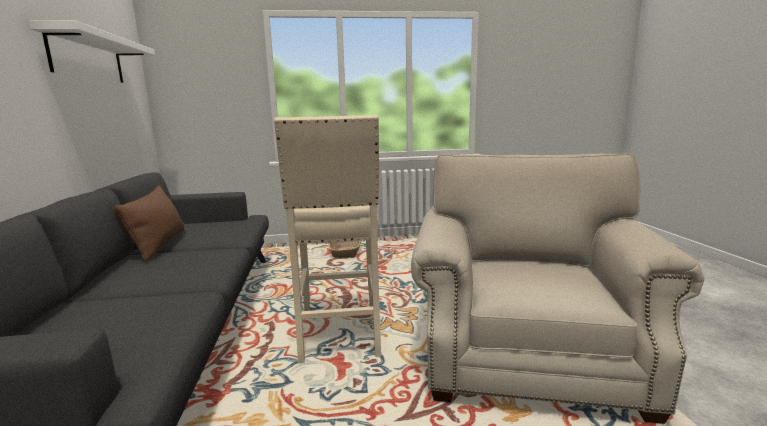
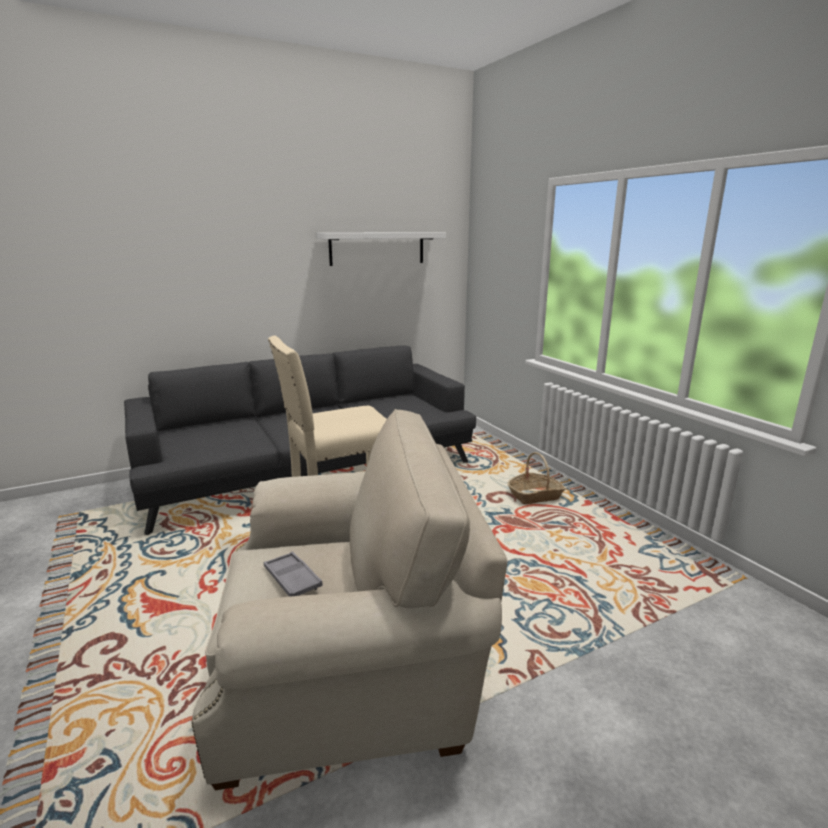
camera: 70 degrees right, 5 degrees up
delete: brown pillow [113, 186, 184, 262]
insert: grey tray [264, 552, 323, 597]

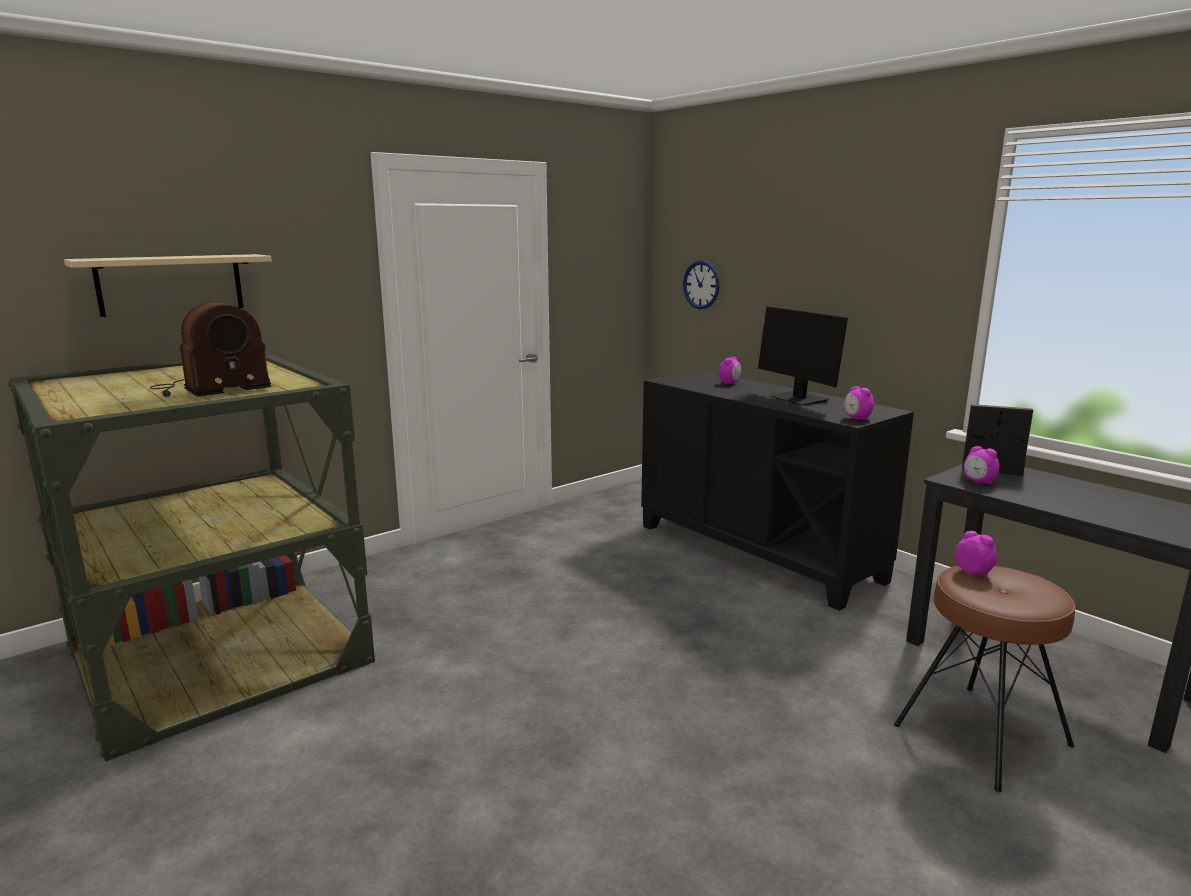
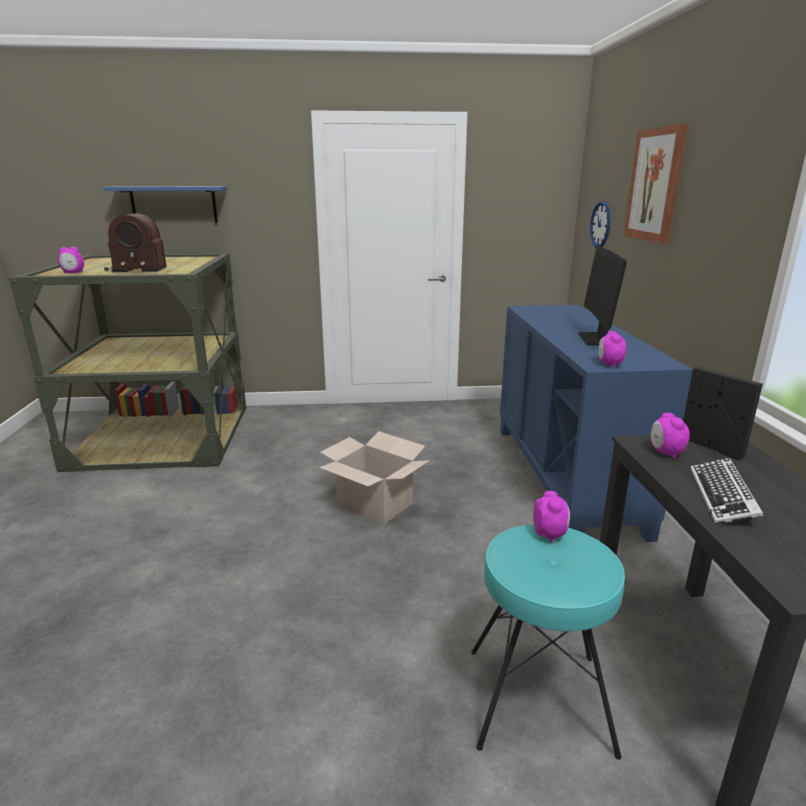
camera: 35 degrees right, 5 degrees up
insert: picture [624, 124, 688, 244]; cardboard box [319, 431, 430, 524]; keyboard [690, 458, 764, 524]
move: alarm clock [719, 357, 741, 385] to [58, 247, 84, 274]
recolor: beige shelf [64, 254, 272, 317] to blue shelf [103, 186, 227, 222]; black cabinet [641, 370, 914, 611] to blue cabinet [500, 305, 693, 542]; brown stool [894, 566, 1076, 793] to turquoise stool [471, 524, 625, 760]

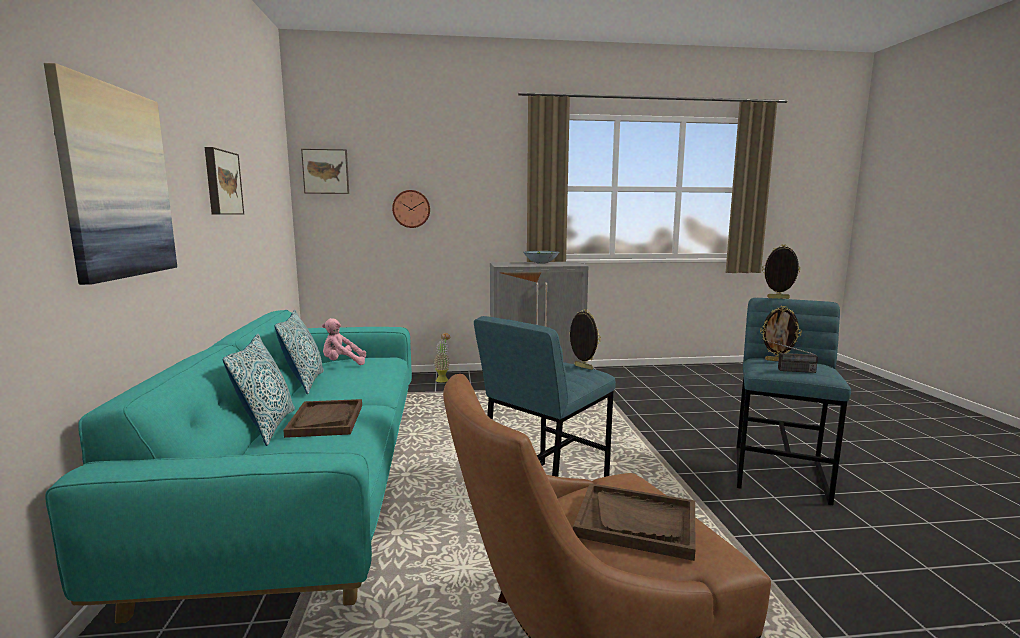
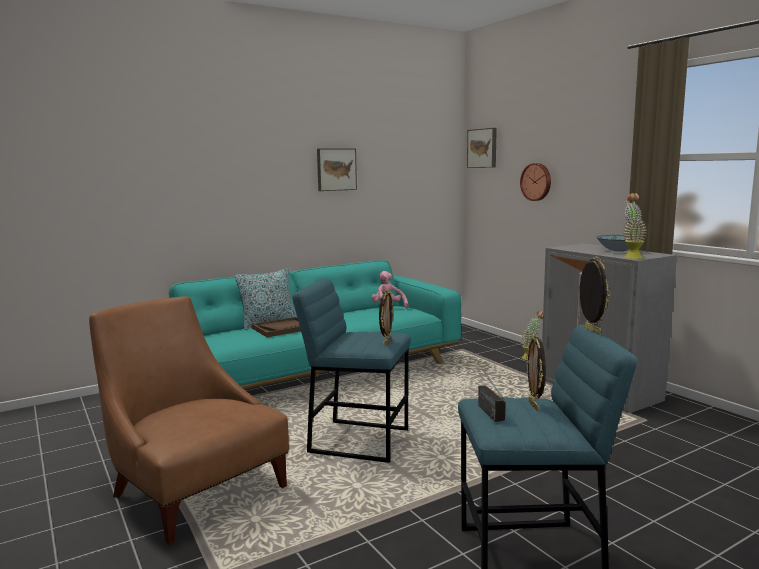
camera: 65 degrees right, 0 degrees up
delete: picture [44, 63, 177, 285]; pillow [275, 310, 324, 395]; brown tray [573, 483, 695, 561]
insert: potted plant [623, 193, 646, 259]

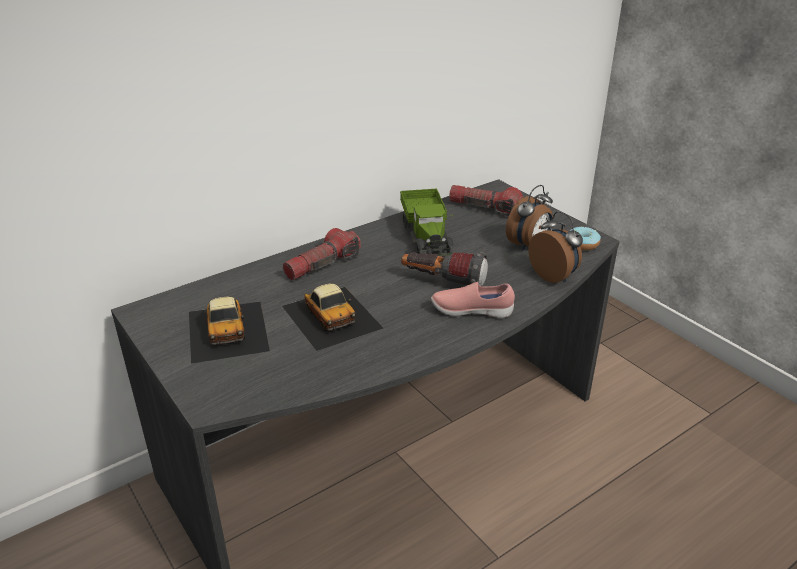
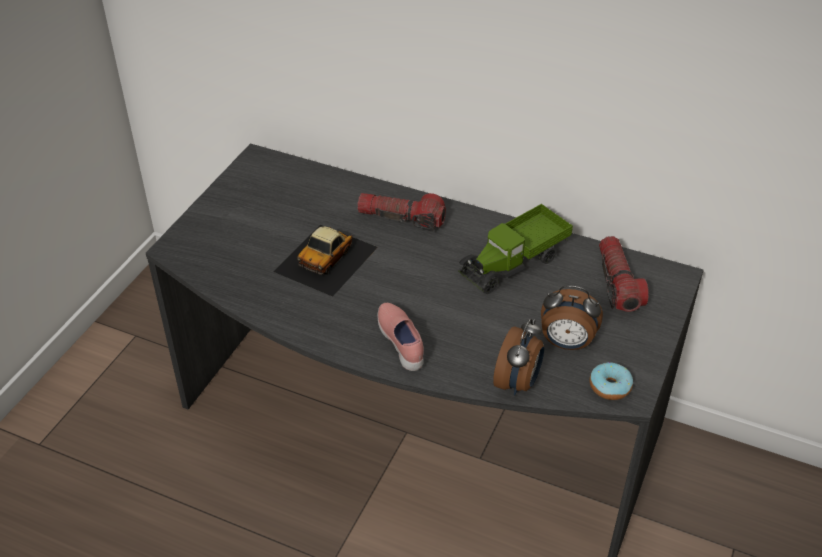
camera: 60 degrees right, 10 degrees up
delete: flashlight [401, 252, 488, 286]; toy car [189, 297, 270, 364]

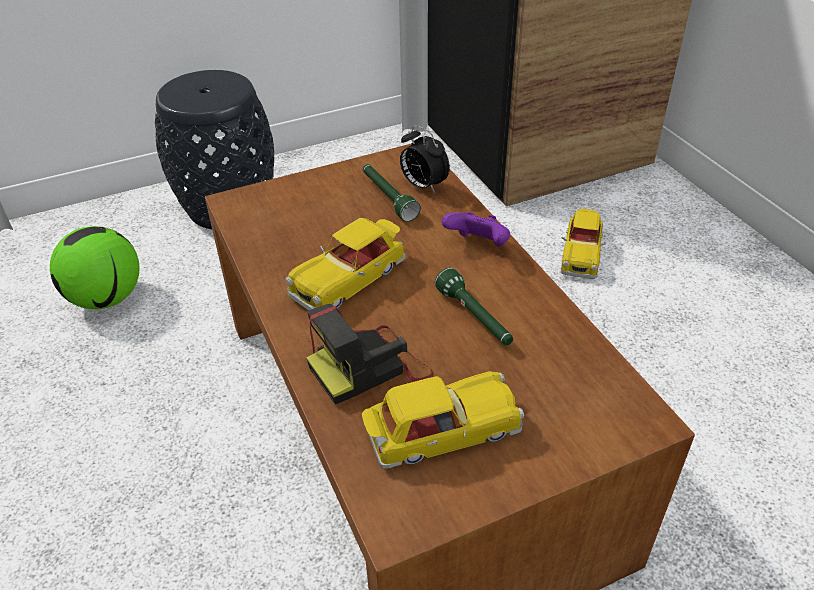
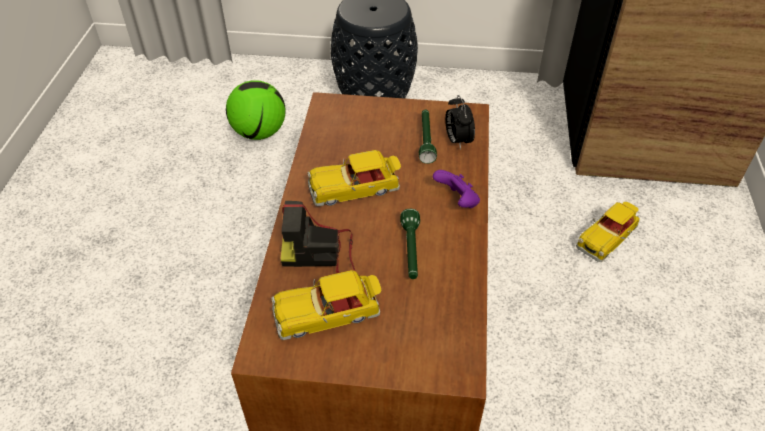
camera: 30 degrees right, 5 degrees up
rotate: toy car [362, 371, 524, 469] = [271, 270, 381, 340] 150 degrees clockwise

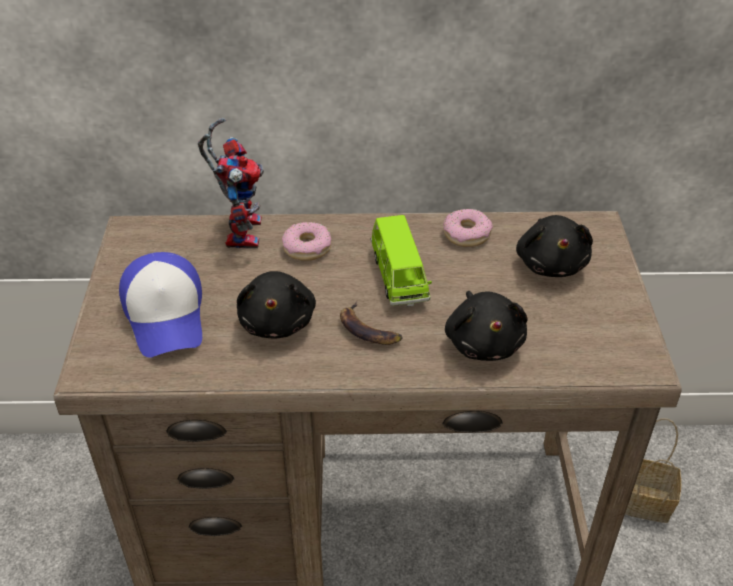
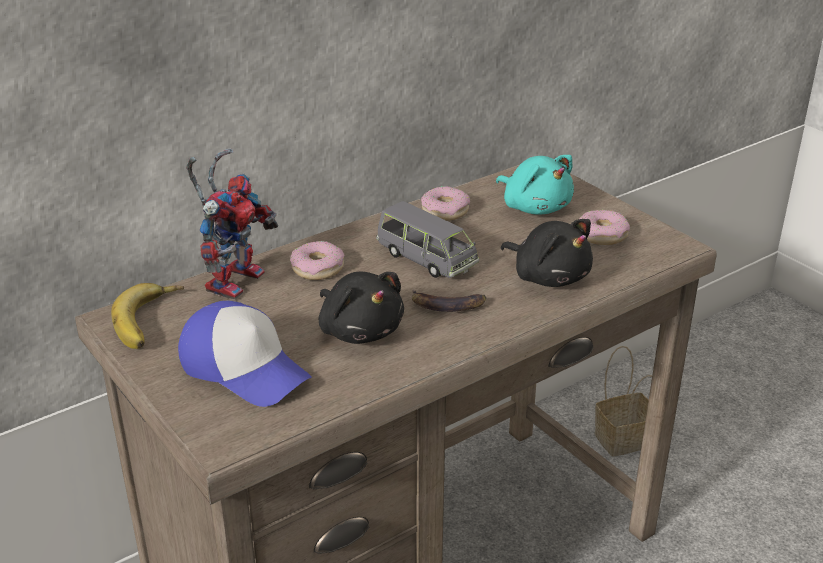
camera: 35 degrees left, 10 degrees down
insert: donut [579, 210, 630, 245]; banana [111, 283, 184, 349]
recolor: green toy car [371, 215, 432, 307] to grey toy car [376, 201, 479, 278]; black plush toy [516, 215, 593, 277] to turquoise plush toy [496, 155, 574, 215]
rotate: toy robot [198, 118, 264, 249] = [186, 148, 278, 300] 60 degrees clockwise

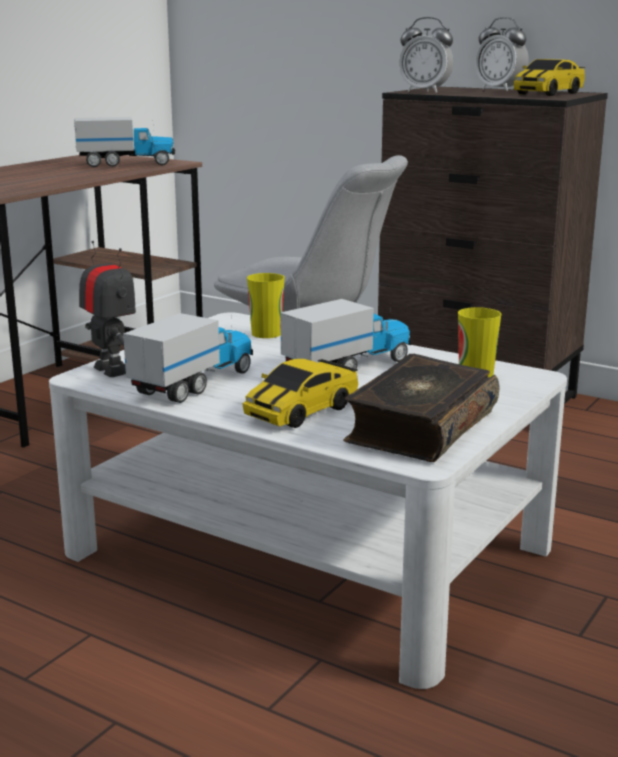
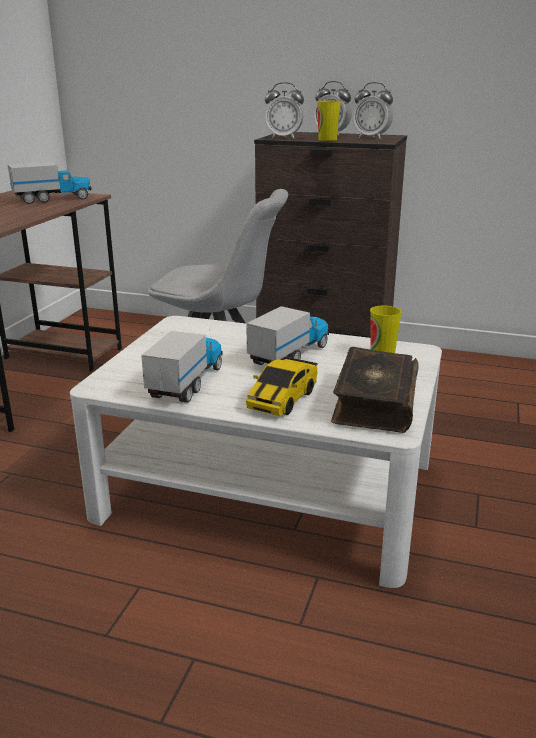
camera: 15 degrees left, 5 degrees up
delete: toy robot [79, 241, 136, 377]
move: cup [247, 273, 285, 338] to [317, 101, 341, 141]
replace: toy car [514, 59, 586, 96] to alarm clock [353, 82, 393, 139]

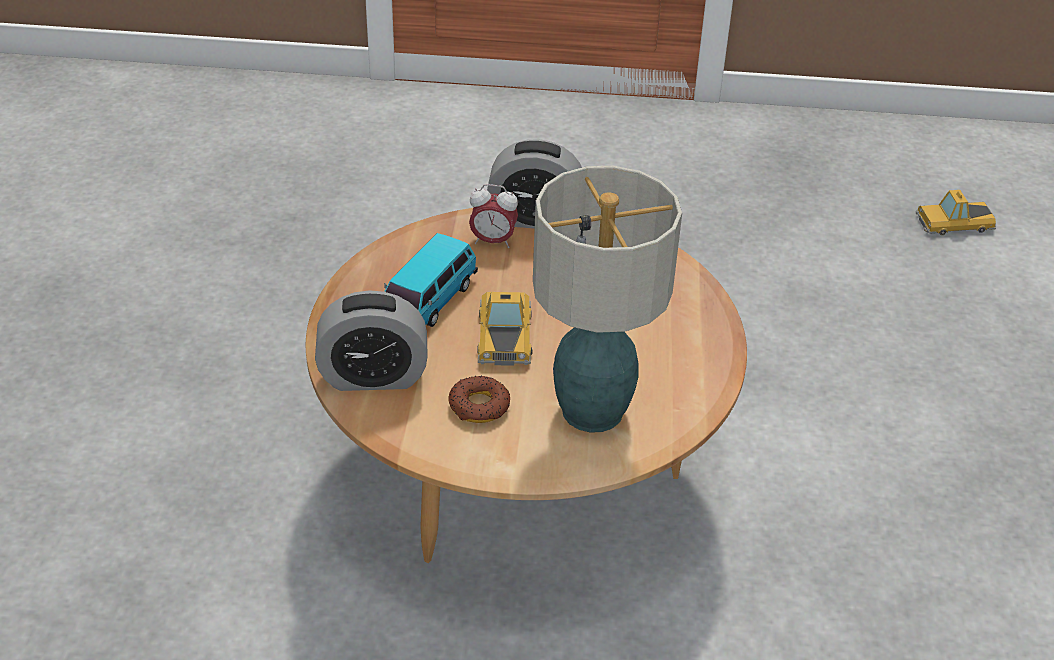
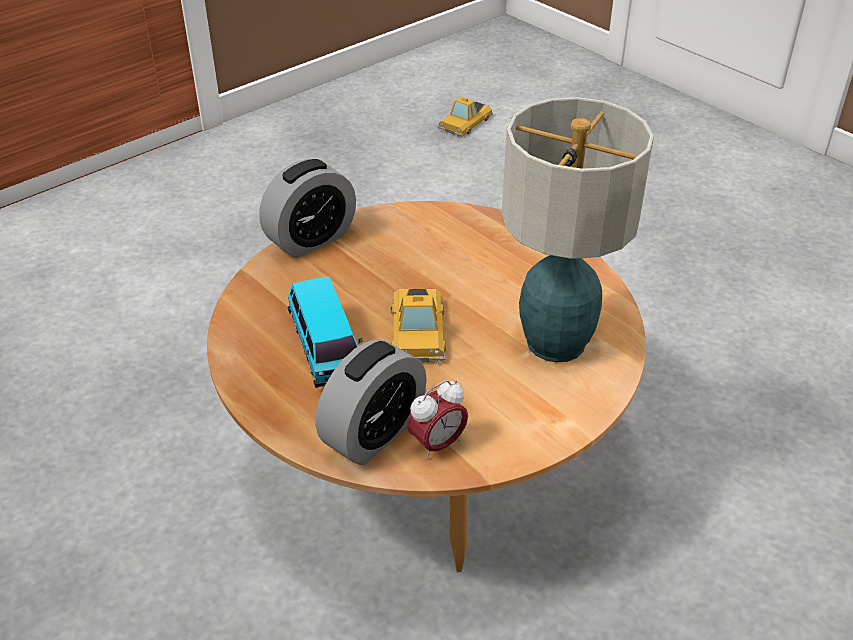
camera: 45 degrees left, 0 degrees up
delete: donut [448, 375, 510, 423]
move: alarm clock [469, 184, 518, 248] to [407, 380, 468, 460]
rotate: toy car [477, 292, 533, 366] = [391, 289, 446, 363] 135 degrees counterclockwise

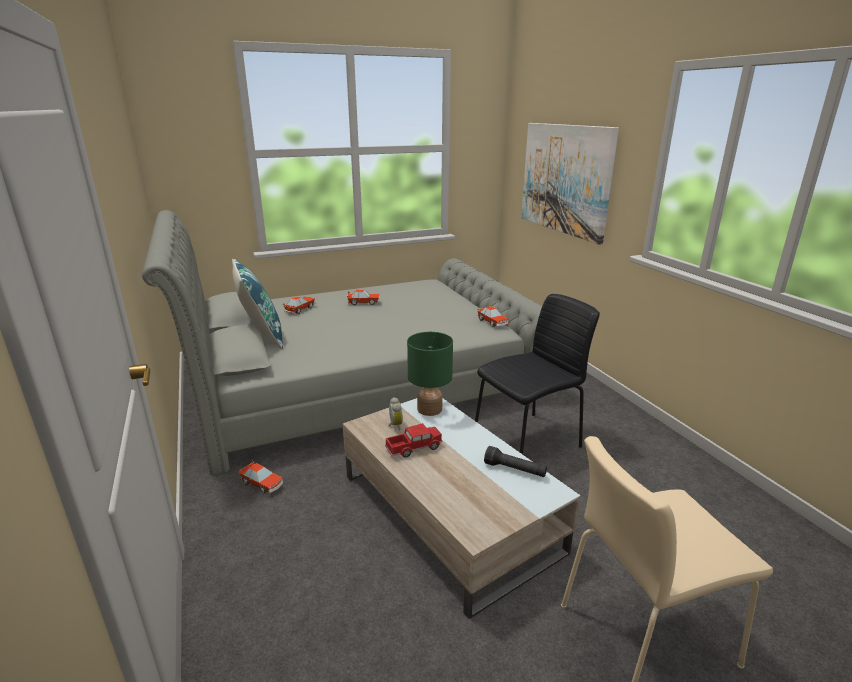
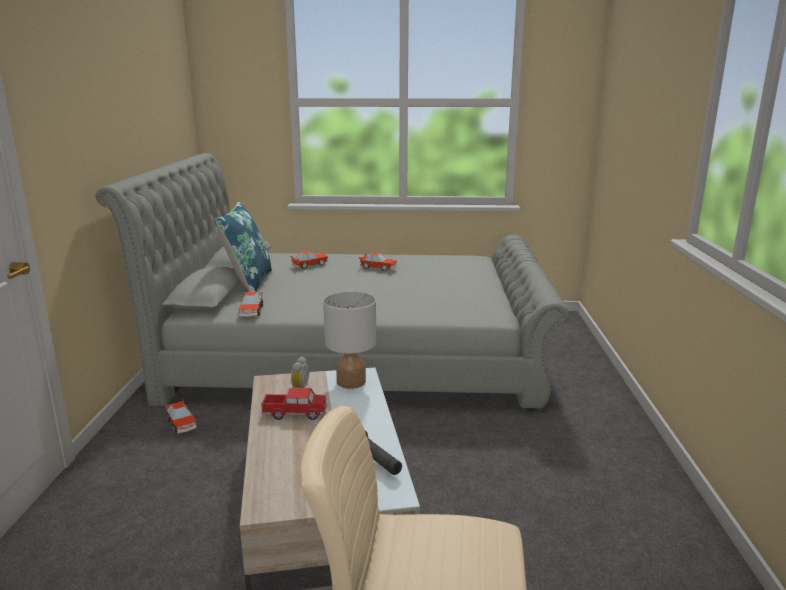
camera: 25 degrees right, 5 degrees down
delete: picture [521, 123, 619, 245]; black chair [475, 294, 600, 454]
move: toy car [477, 306, 508, 327] to [238, 292, 263, 317]
recolor: green table lamp [407, 332, 453, 416] to grey table lamp [323, 291, 376, 389]

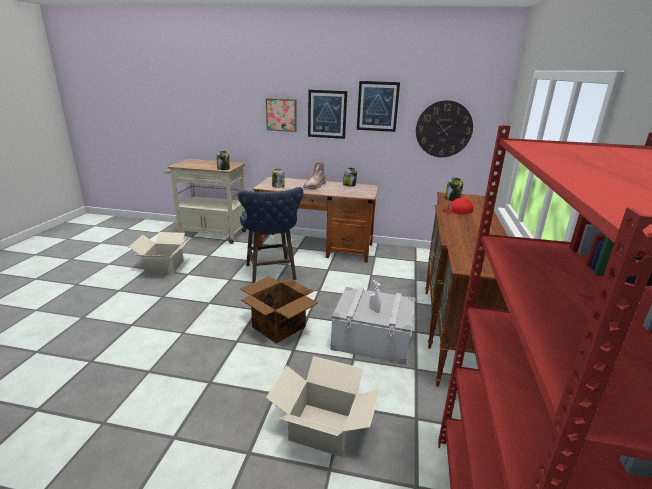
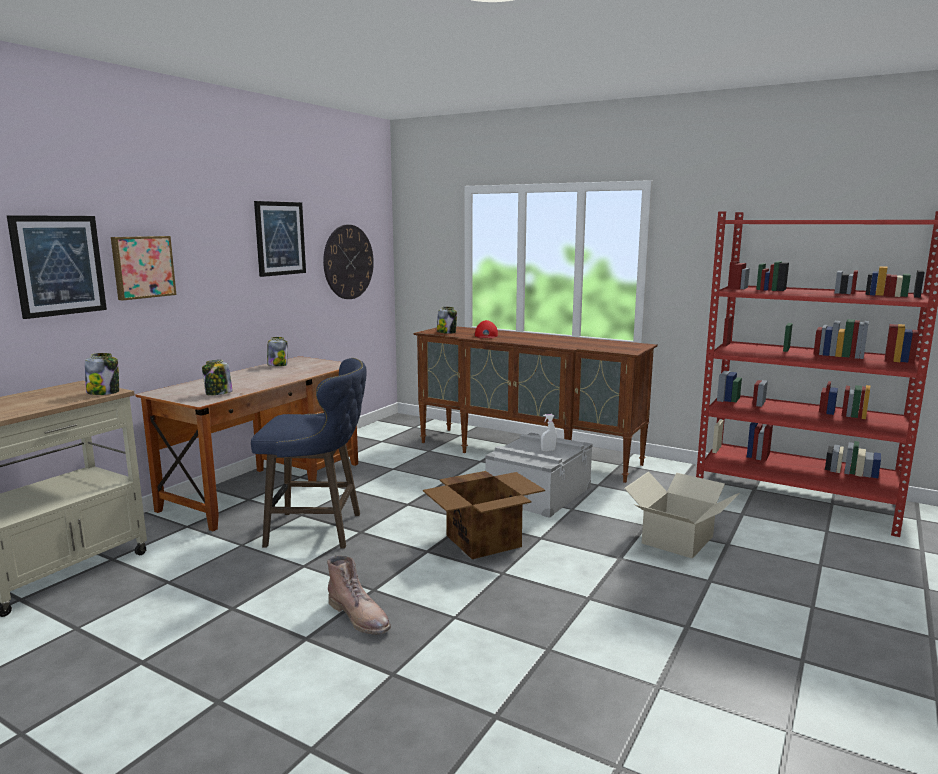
camera: 70 degrees left, 10 degrees down
delete: cardboard box [129, 232, 192, 275]
move: picture [308, 90, 347, 139] to [7, 215, 107, 319]; brown boot [303, 163, 326, 189] to [327, 556, 391, 635]

